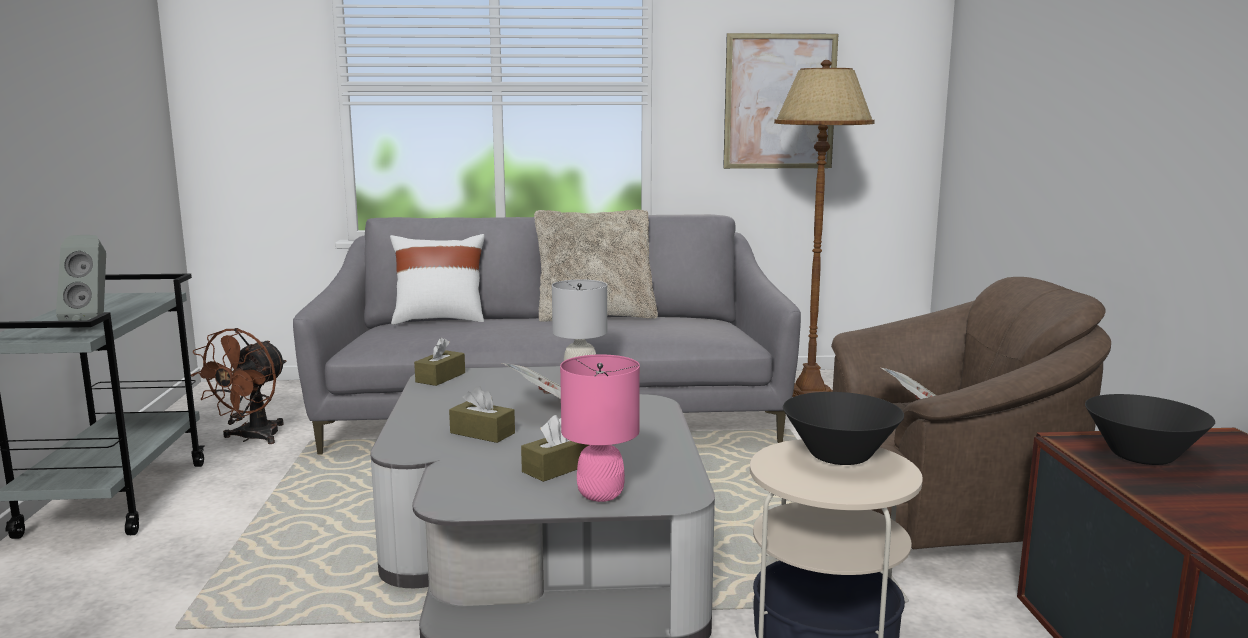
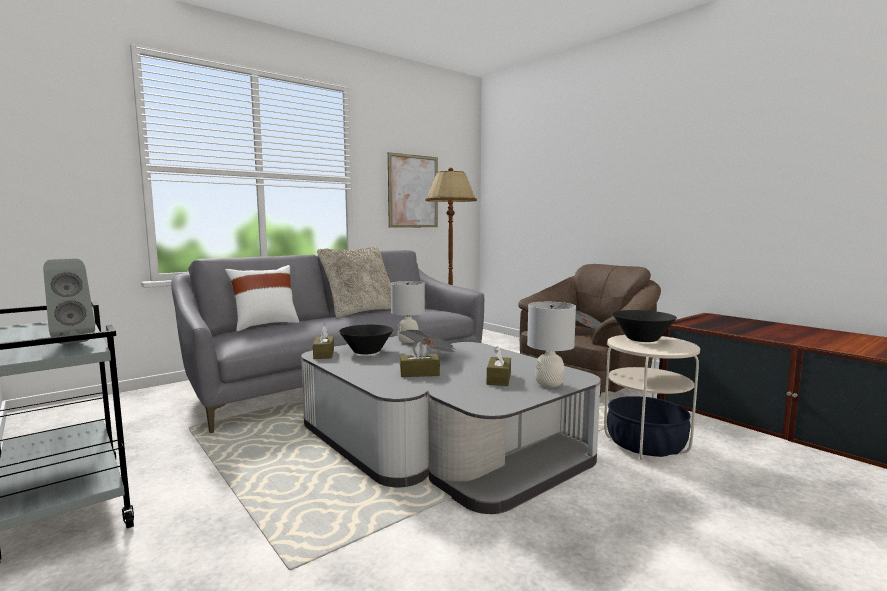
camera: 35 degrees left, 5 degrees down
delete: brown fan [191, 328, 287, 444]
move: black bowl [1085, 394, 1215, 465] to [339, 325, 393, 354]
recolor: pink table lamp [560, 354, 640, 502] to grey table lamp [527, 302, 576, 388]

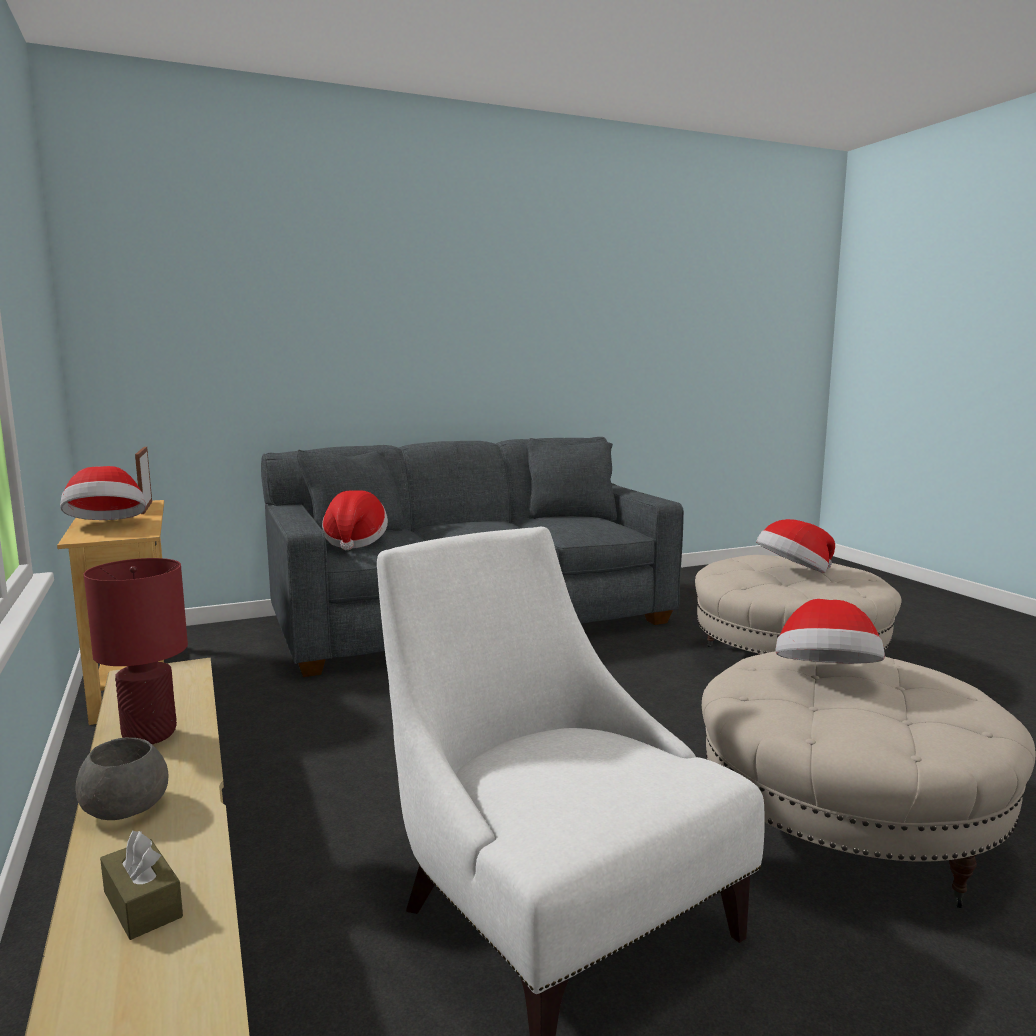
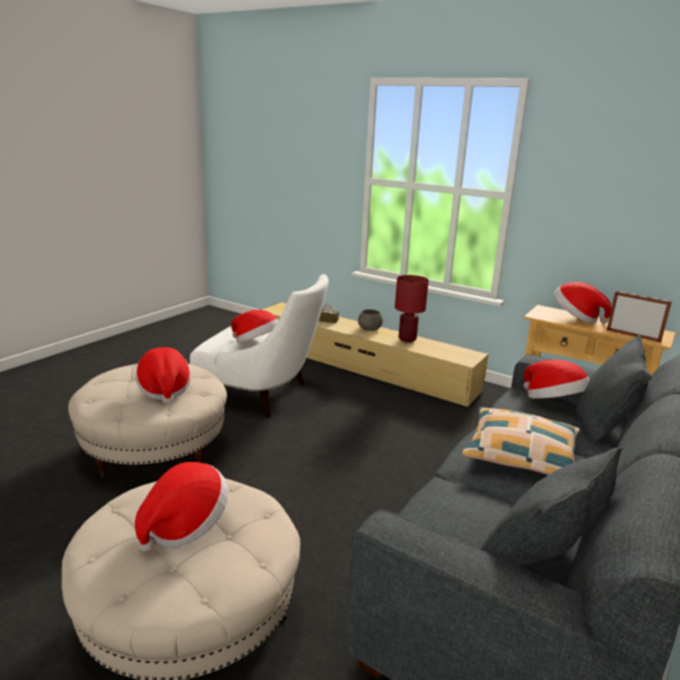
camera: 145 degrees right, 10 degrees up
insert: hat [231, 310, 278, 343]; pillow [462, 407, 580, 475]

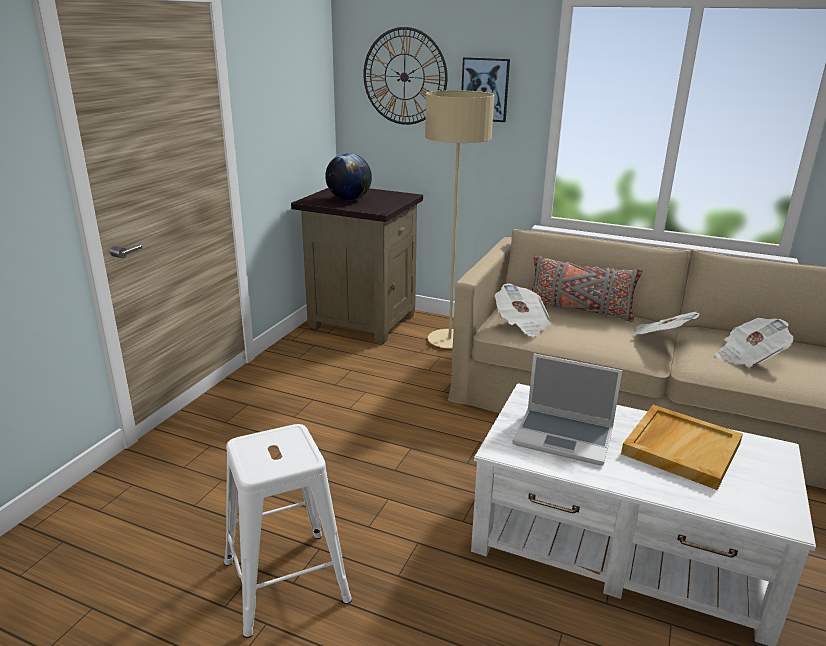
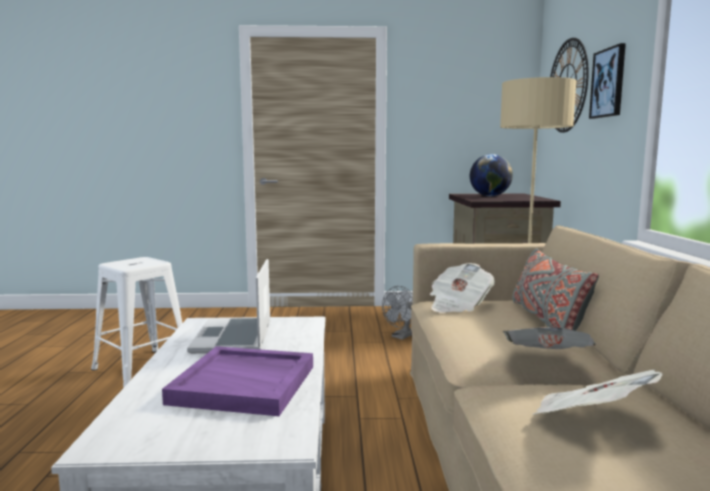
camera: 65 degrees right, 15 degrees down
insert: grey fan [382, 286, 413, 340]
recolor: beige tray [621, 405, 743, 490] to purple tray [162, 346, 313, 416]

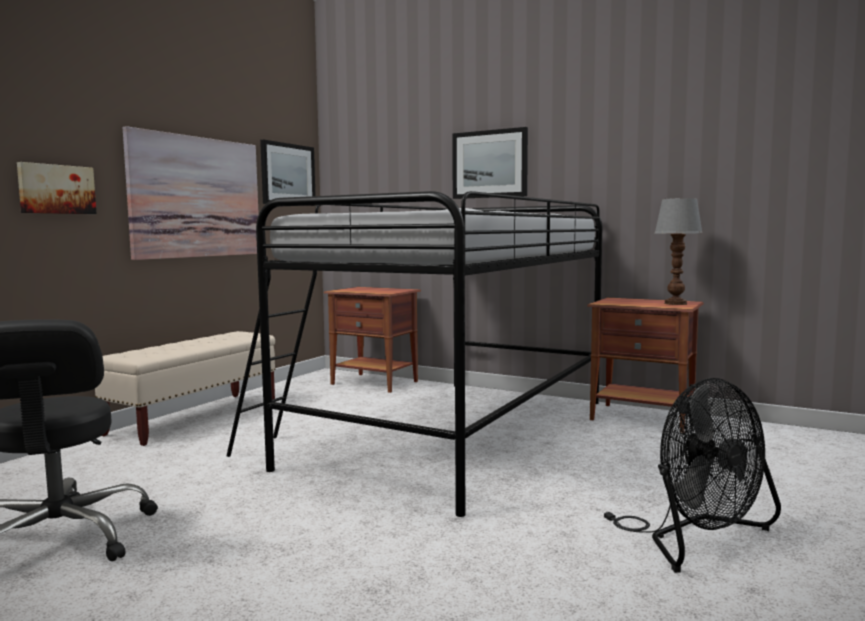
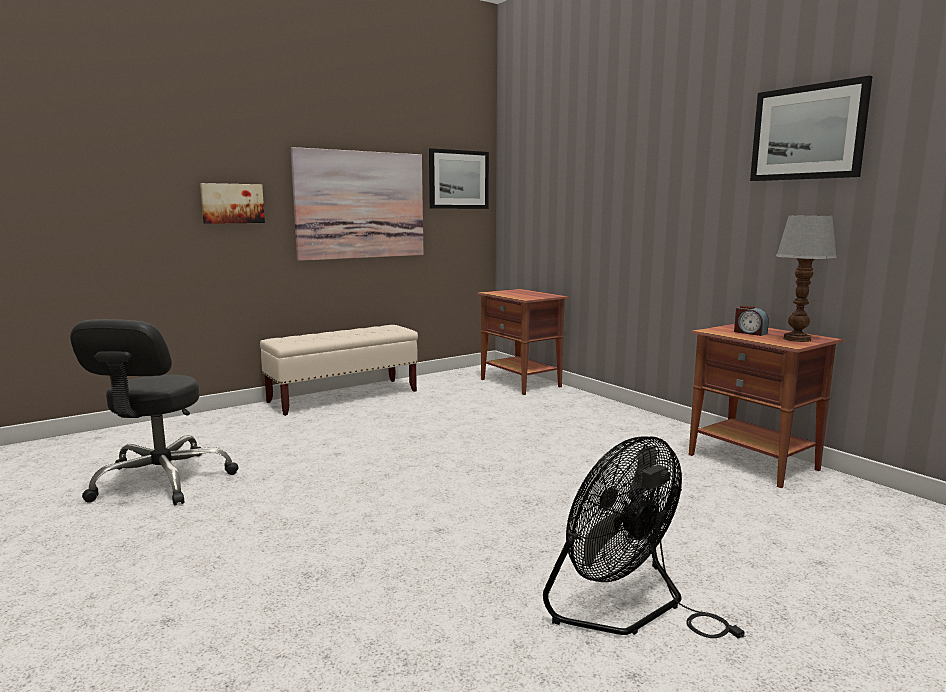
camera: 25 degrees right, 5 degrees up
delete: black bed [227, 191, 602, 517]
insert: alarm clock [734, 306, 769, 336]
move: picture [452, 127, 528, 199] to [750, 75, 872, 181]
rotate: black fan [604, 378, 781, 573] = [543, 436, 745, 638] 150 degrees clockwise

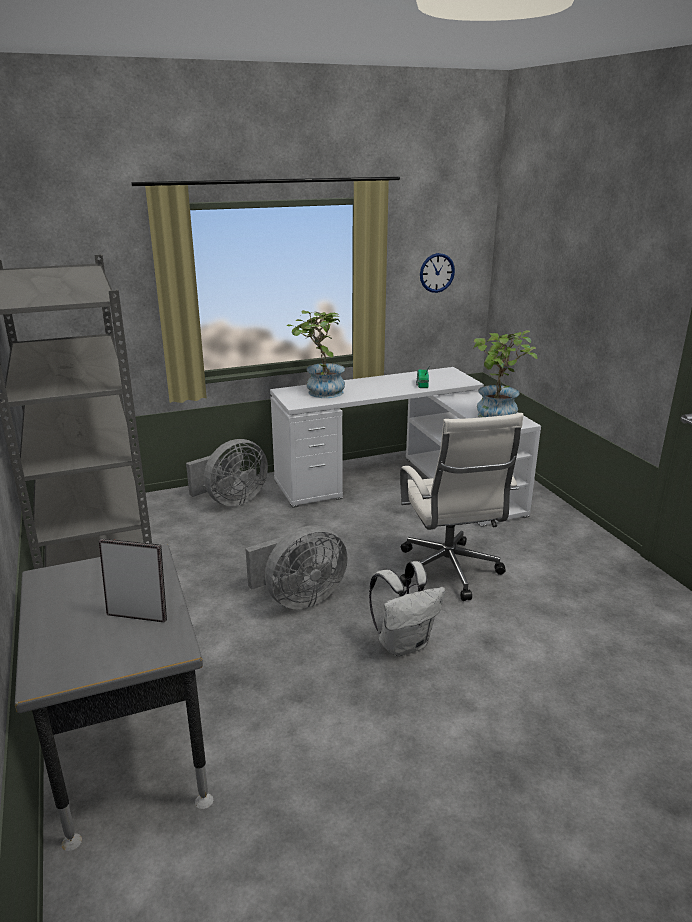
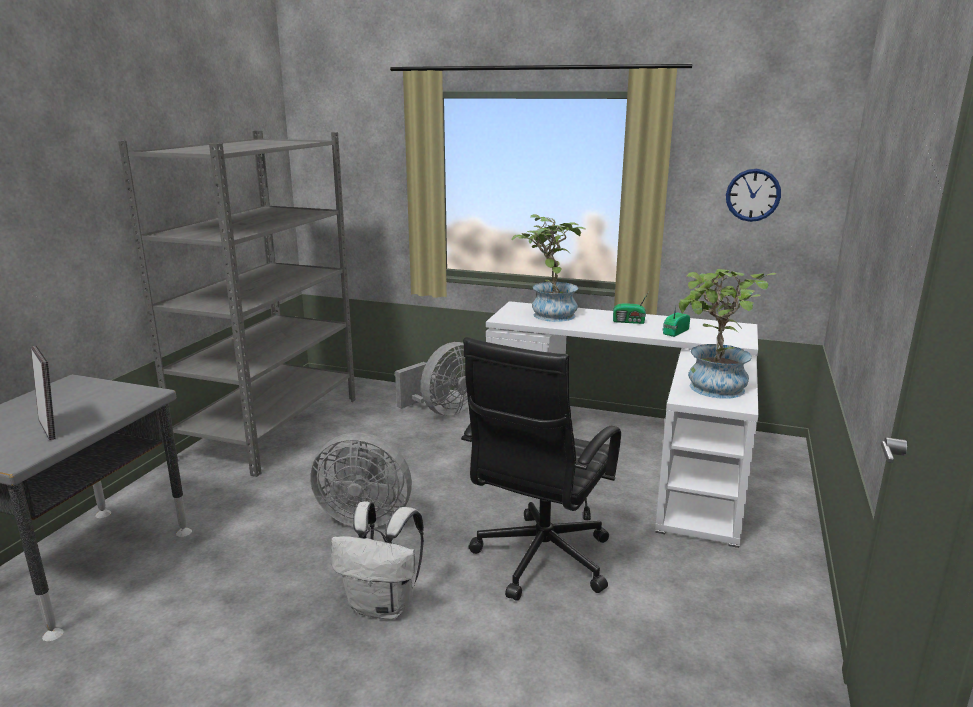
camera: 40 degrees right, 5 degrees down
insert: radio [613, 293, 648, 324]
recolor: white office chair [399, 413, 524, 601] to black office chair [461, 337, 621, 601]
rotate: grey fan [186, 439, 268, 506] = [395, 342, 469, 416] 45 degrees counterclockwise

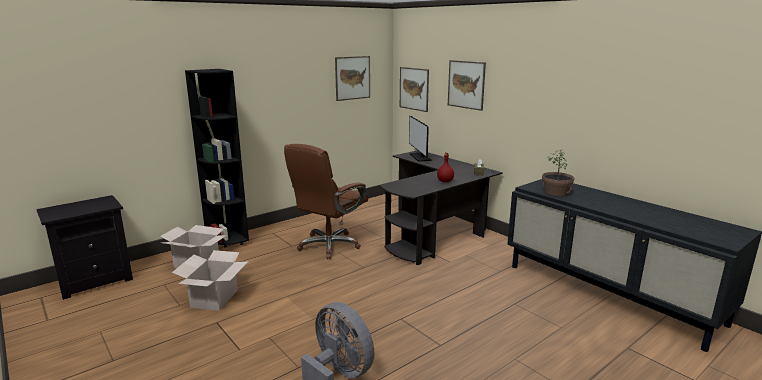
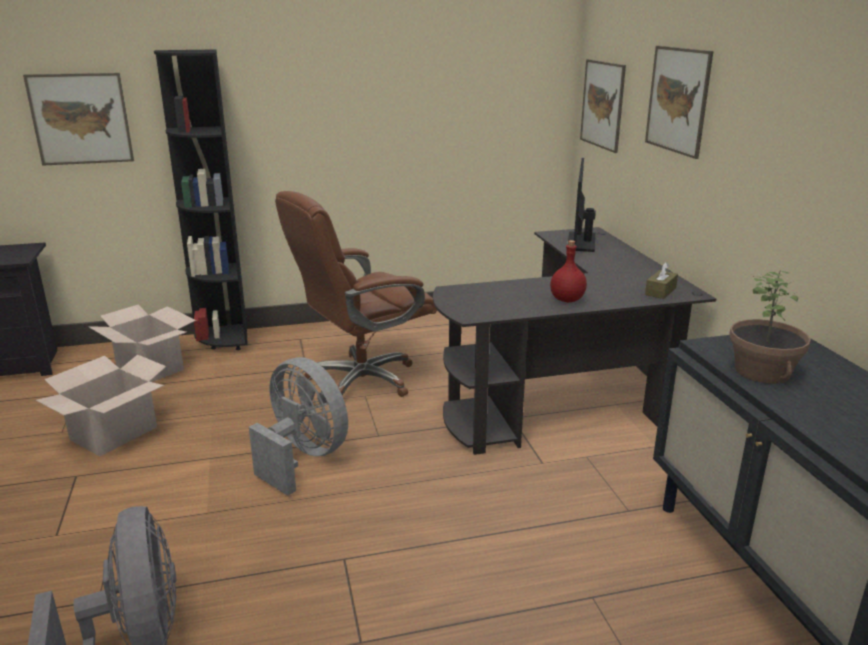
camera: 25 degrees right, 5 degrees up
insert: grey fan [249, 357, 348, 496]
move: picture [335, 56, 370, 101] to [23, 73, 134, 166]

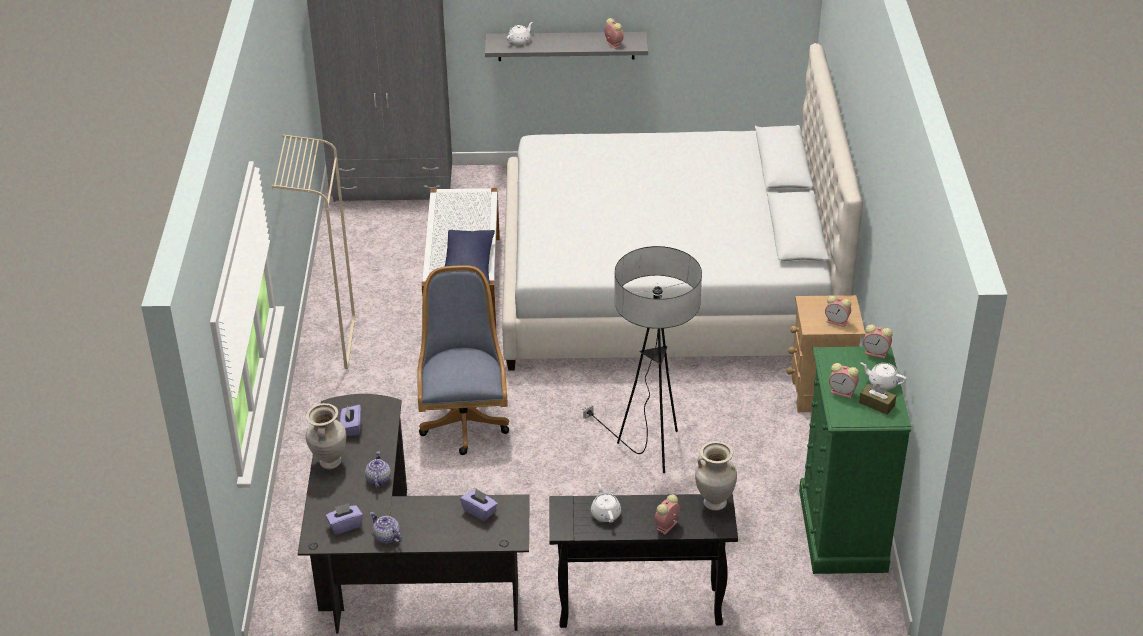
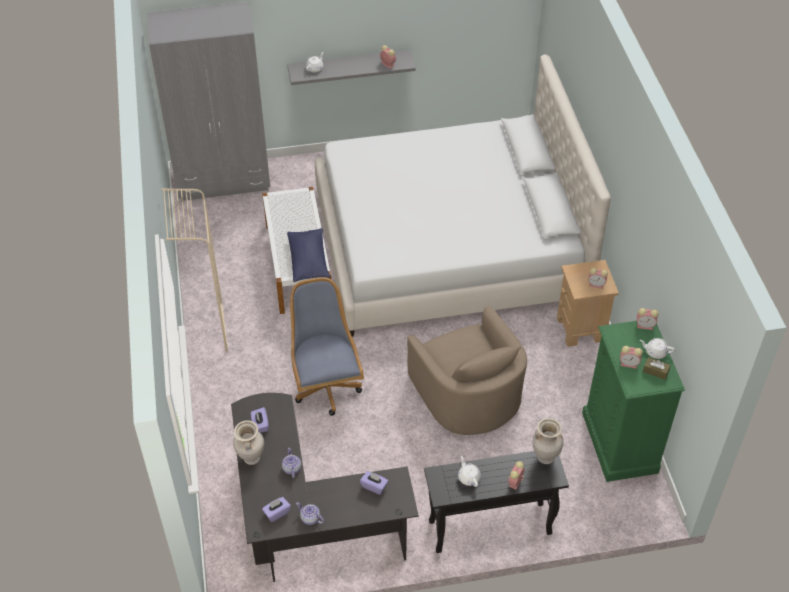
camera: 10 degrees left, 10 degrees up
replace: floor lamp [583, 246, 702, 473] to beige armchair [407, 306, 527, 435]

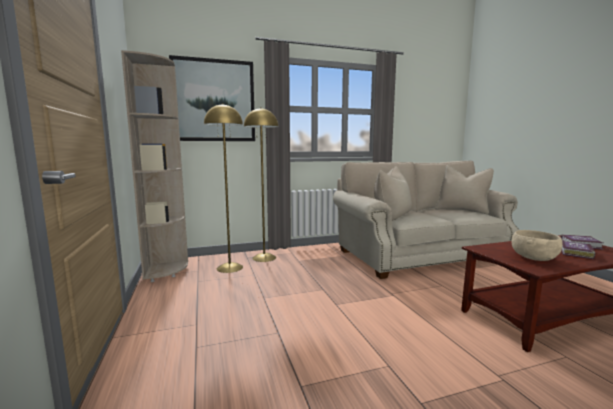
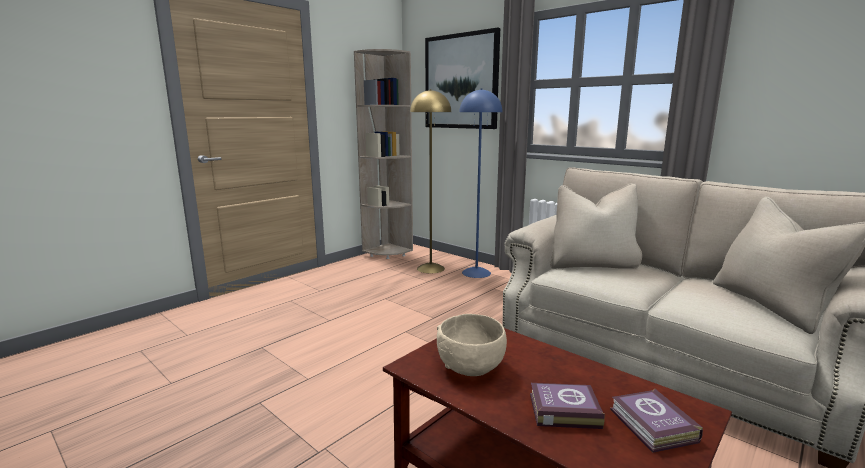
camera: 60 degrees right, 5 degrees up
recolor: yellow floor lamp [244, 108, 278, 262] to blue floor lamp [459, 88, 502, 278]

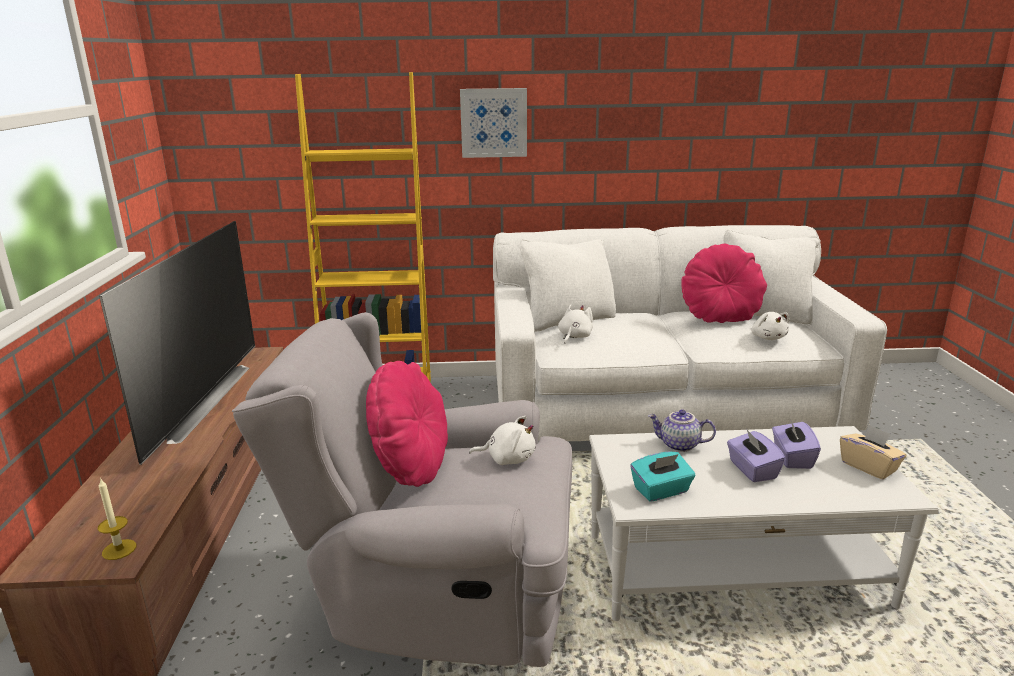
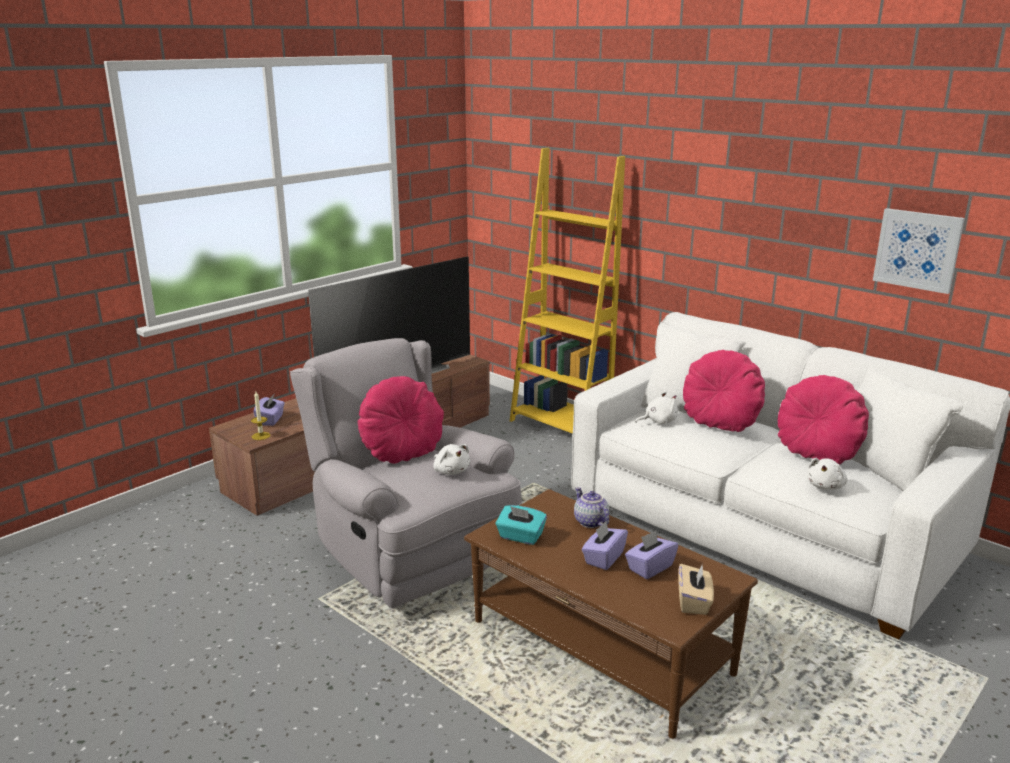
camera: 45 degrees right, 0 degrees up
insert: pink pillow [683, 350, 765, 432]; purple tissue box [253, 395, 285, 426]
move: picture [460, 88, 527, 158] to [873, 208, 965, 294]
recolor: white coffee table [589, 426, 939, 621] to brown coffee table [464, 489, 758, 739]

